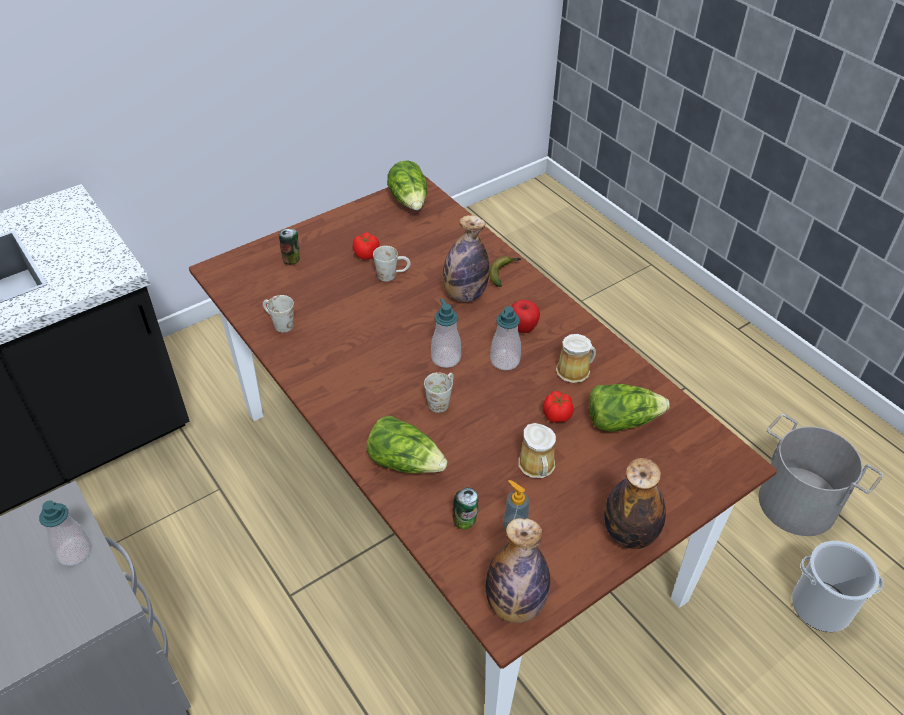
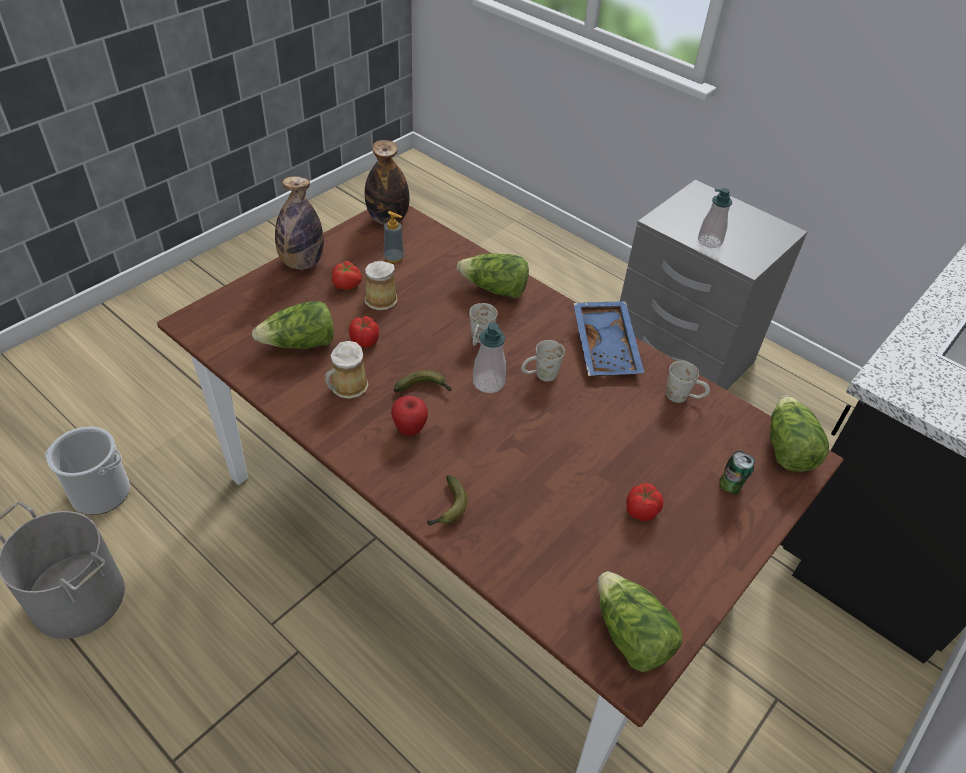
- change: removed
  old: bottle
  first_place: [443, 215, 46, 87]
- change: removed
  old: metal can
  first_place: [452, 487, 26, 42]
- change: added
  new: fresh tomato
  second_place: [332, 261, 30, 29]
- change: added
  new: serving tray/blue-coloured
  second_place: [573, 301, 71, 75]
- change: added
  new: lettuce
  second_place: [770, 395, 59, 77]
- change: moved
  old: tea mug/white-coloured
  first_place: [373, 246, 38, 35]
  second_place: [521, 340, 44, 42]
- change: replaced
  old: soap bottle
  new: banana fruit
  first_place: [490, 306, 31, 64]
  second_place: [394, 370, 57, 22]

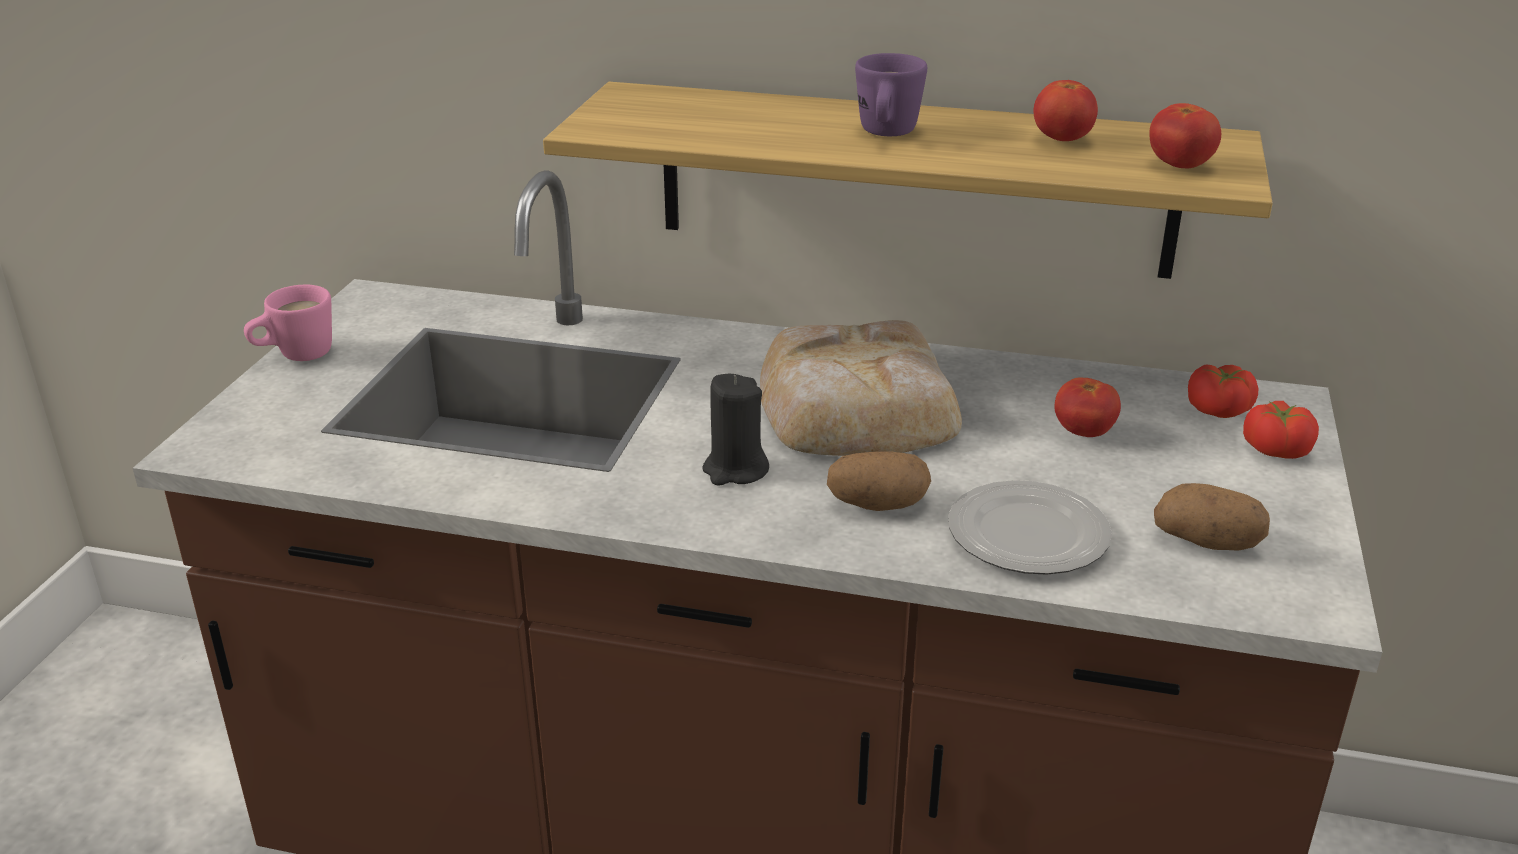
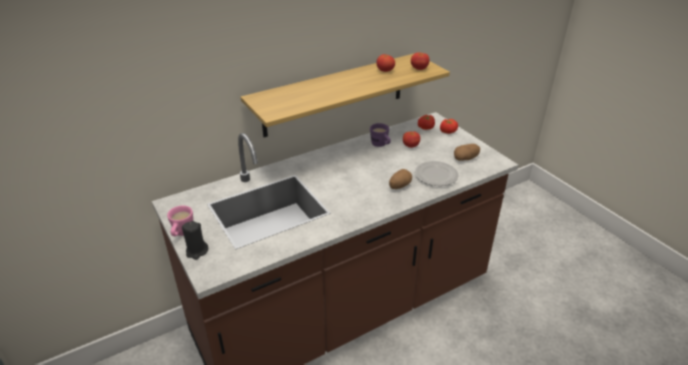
- change: removed
  old: baked bread
  first_place: [760, 320, 202, 136]
- change: moved
  old: candle/black
  first_place: [702, 374, 67, 112]
  second_place: [182, 221, 26, 39]
- change: moved
  old: tea mug/purple
  first_place: [855, 53, 72, 83]
  second_place: [370, 123, 21, 24]

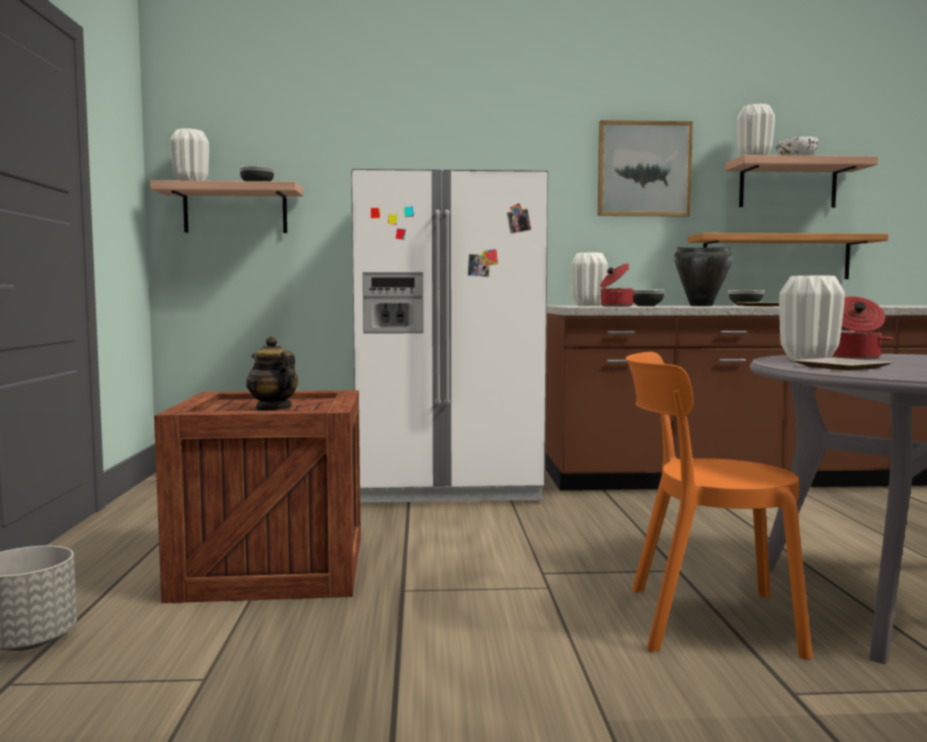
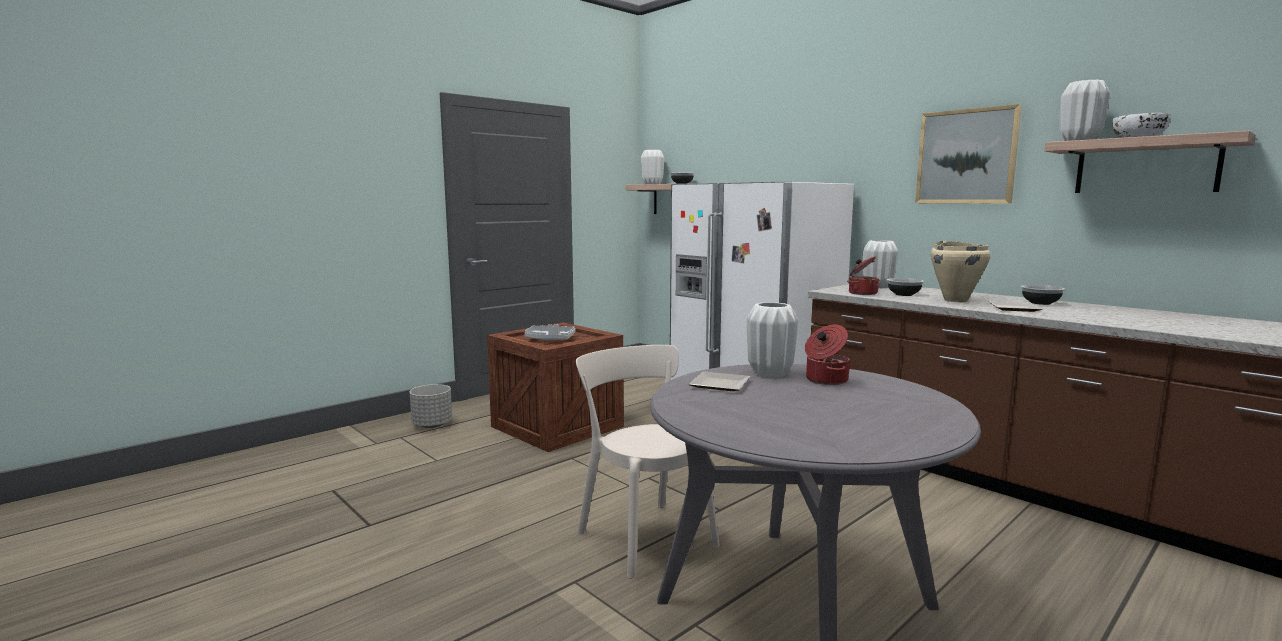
- change: removed
  old: bracket shelf
  first_place: [688, 233, 201, 46]
- change: replaced
  old: tea pot
  new: serving tray/greyish
  first_place: [246, 336, 52, 75]
  second_place: [524, 324, 51, 16]
- change: recoloured
  old: chair/orangey
  new: chair/sand-coloured
  first_place: [626, 352, 187, 308]
  second_place: [576, 345, 144, 234]
- change: recoloured
  old: cooking pot/black
  new: cooking pot/sand-coloured
  first_place: [674, 247, 59, 59]
  second_place: [931, 241, 60, 61]

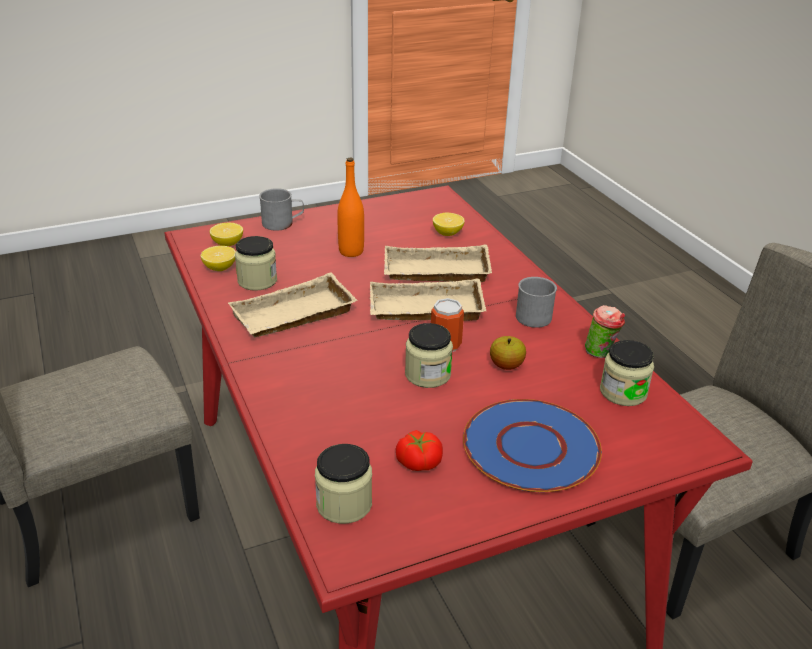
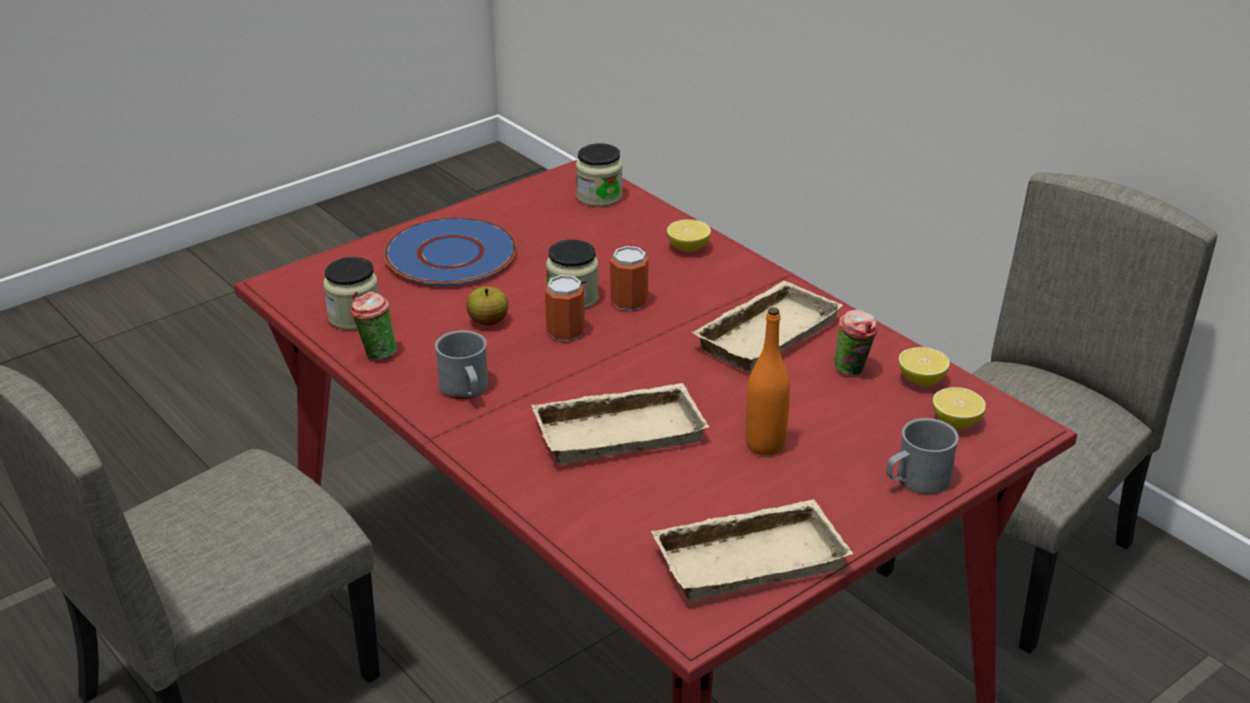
- change: removed
  old: fresh tomato
  first_place: [395, 430, 48, 41]
- change: added
  new: metal can
  second_place: [610, 246, 38, 65]
- change: moved
  old: serving tray/sand-coloured
  first_place: [370, 279, 116, 42]
  second_place: [651, 499, 202, 102]
- change: moved
  old: lemon
  first_place: [433, 213, 32, 23]
  second_place: [667, 219, 44, 33]
- change: replaced
  old: preserve jar
  new: drinking cup
  first_place: [235, 236, 42, 55]
  second_place: [834, 310, 44, 65]

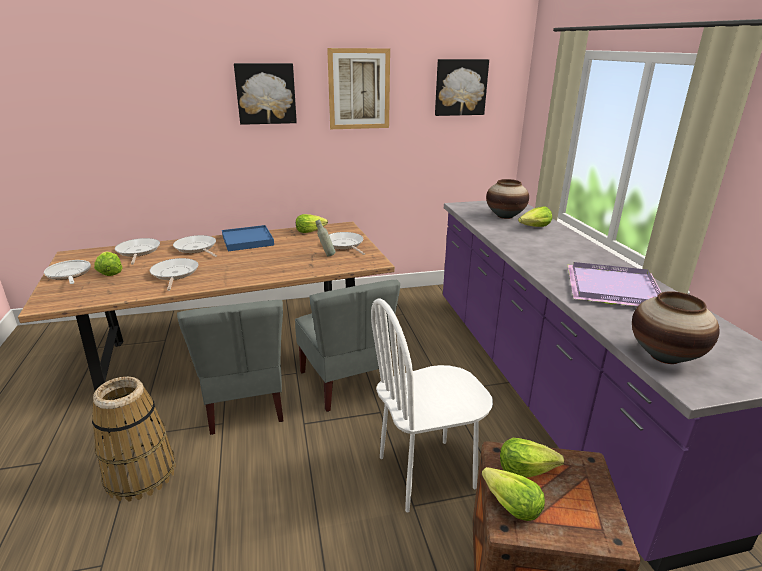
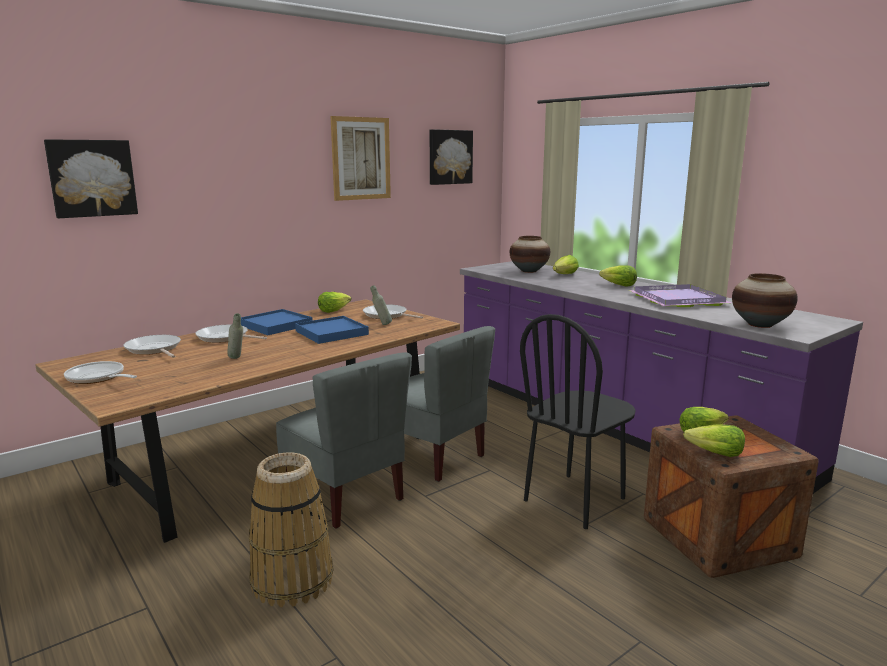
- change: added
  new: serving tray/blue-coloured
  second_place: [295, 316, 74, 28]
- change: moved
  old: lettuce
  first_place: [94, 251, 28, 25]
  second_place: [599, 265, 38, 22]
- change: moved
  old: wall picture
  first_place: [234, 63, 63, 62]
  second_place: [44, 139, 94, 79]
- change: replaced
  old: frying pan
  new: bottle/greyish
  first_place: [150, 258, 48, 33]
  second_place: [227, 313, 16, 46]
- change: recoloured
  old: chair/white-coloured
  new: chair/black
  first_place: [371, 298, 122, 215]
  second_place: [520, 314, 116, 215]

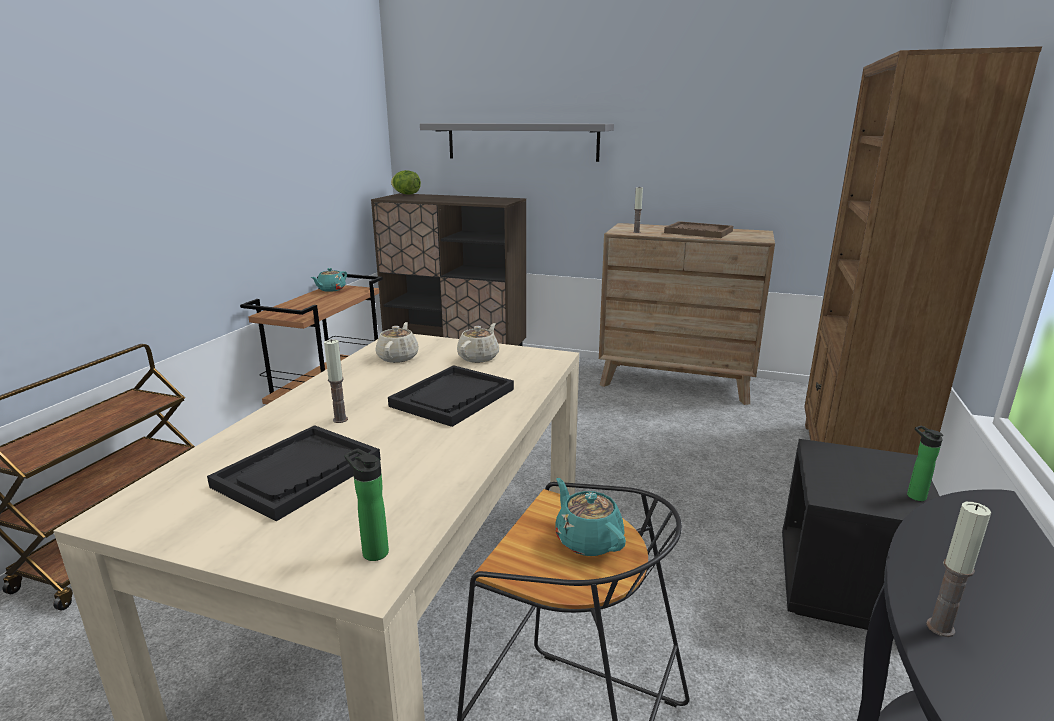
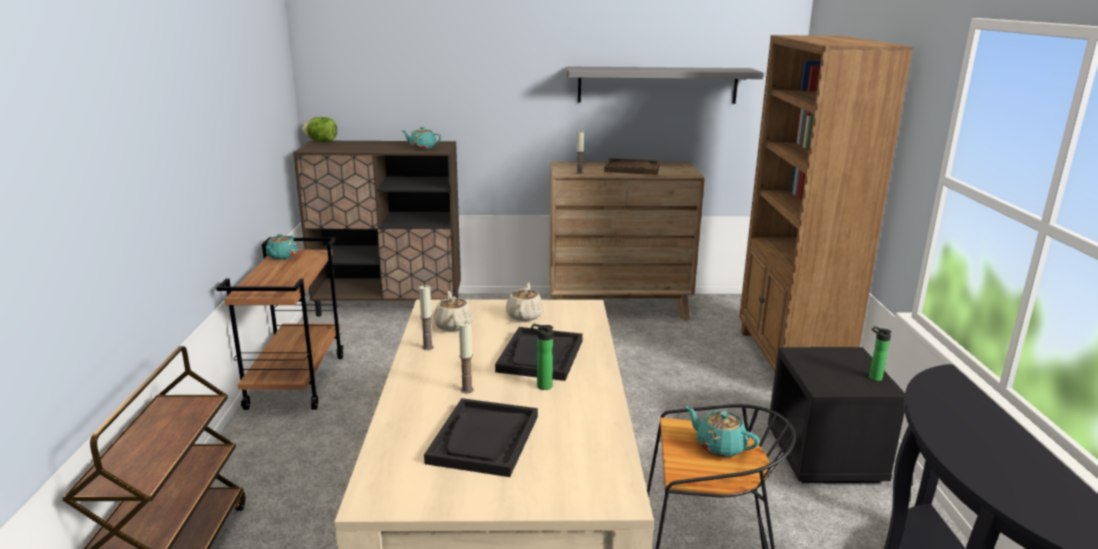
- change: added
  new: tea pot/turquoise-coloured
  second_place: [401, 127, 40, 22]
- change: moved
  old: bottle
  first_place: [344, 448, 45, 113]
  second_place: [531, 324, 23, 66]
- change: moved
  old: bracket shelf/greyish
  first_place: [420, 123, 194, 39]
  second_place: [565, 66, 198, 38]
- change: moved
  old: candle
  first_place: [926, 502, 65, 135]
  second_place: [419, 285, 15, 65]

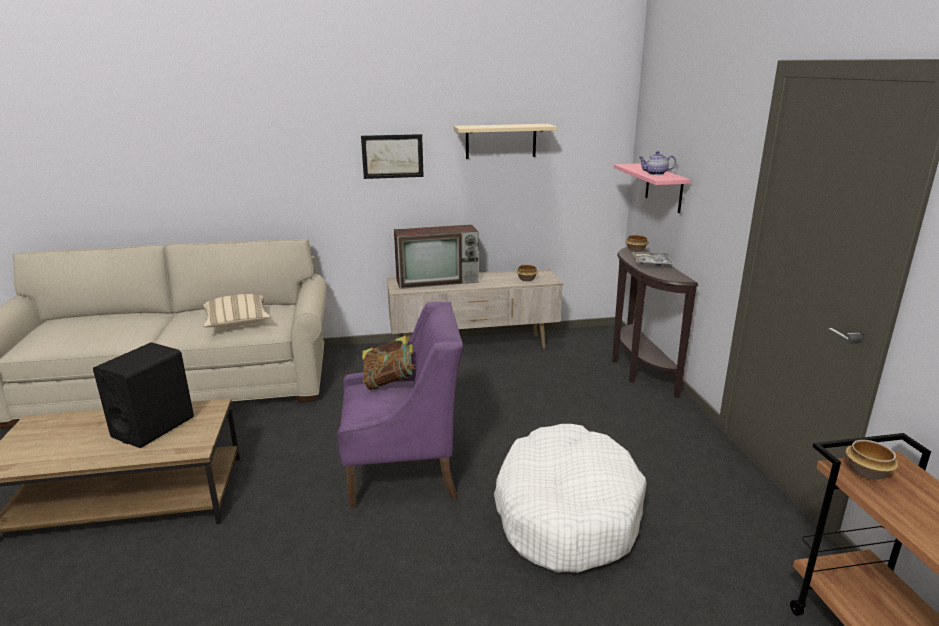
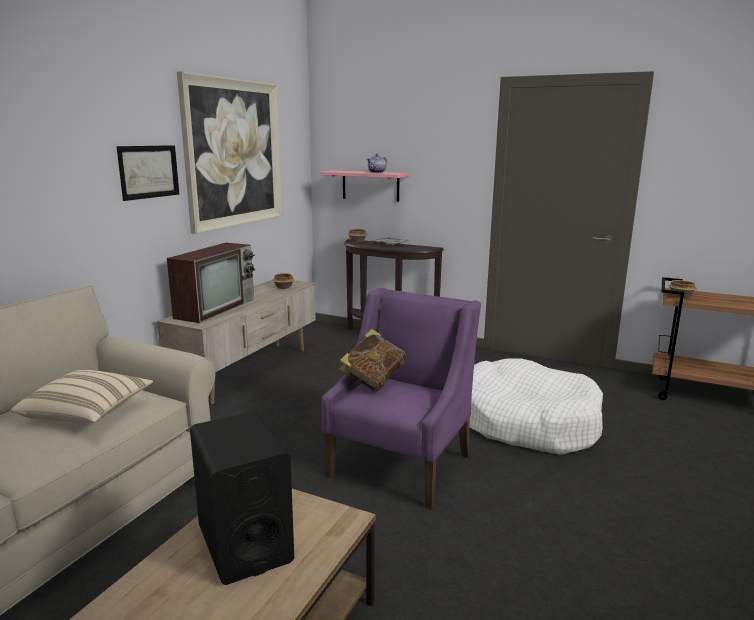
- change: replaced
  old: bracket shelf/sand-coloured
  new: wall picture
  first_place: [454, 124, 103, 35]
  second_place: [177, 71, 105, 163]

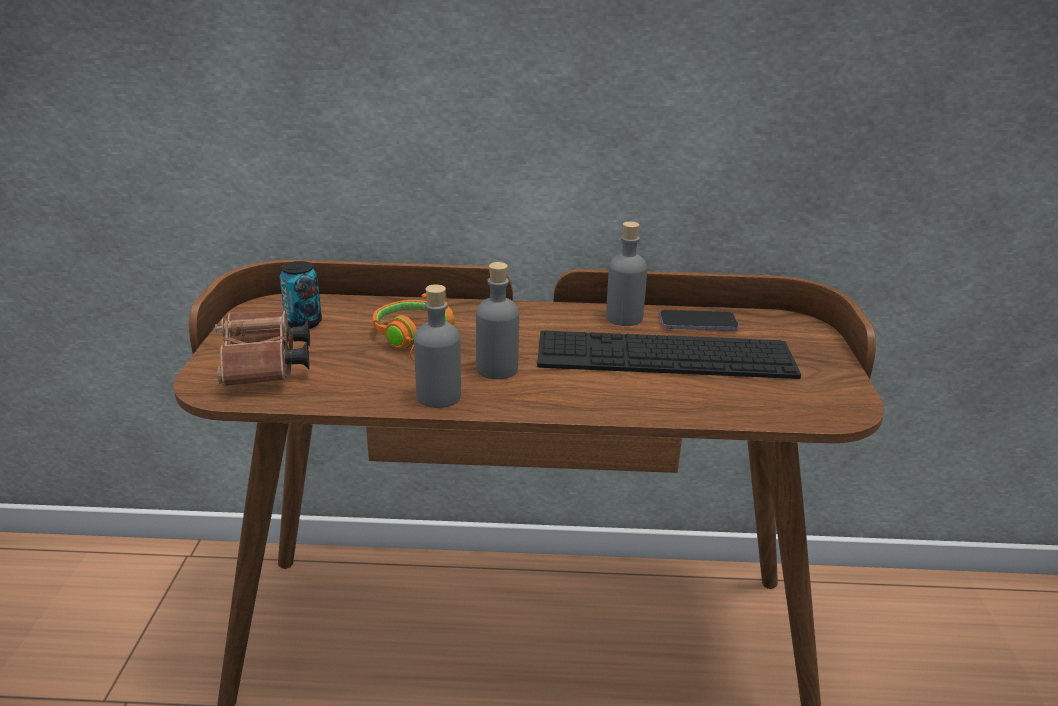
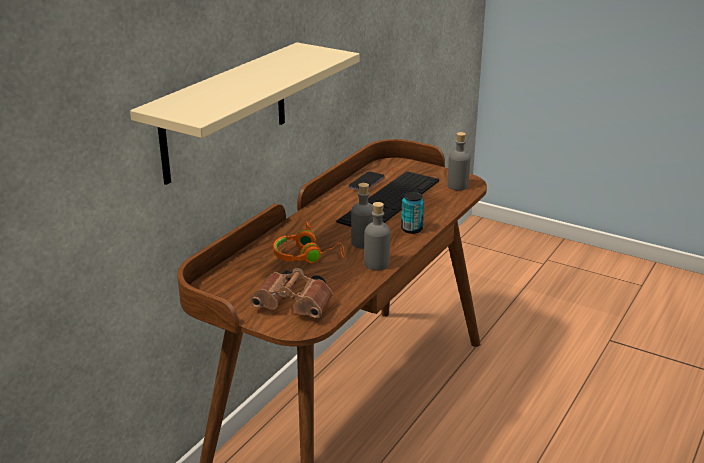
- change: added
  new: bracket shelf/sand-coloured
  second_place: [130, 42, 229, 143]
- change: moved
  old: metal can
  first_place: [279, 261, 43, 68]
  second_place: [401, 192, 23, 42]
- change: moved
  old: bottle/greyish
  first_place: [606, 221, 41, 105]
  second_place: [447, 132, 23, 58]

